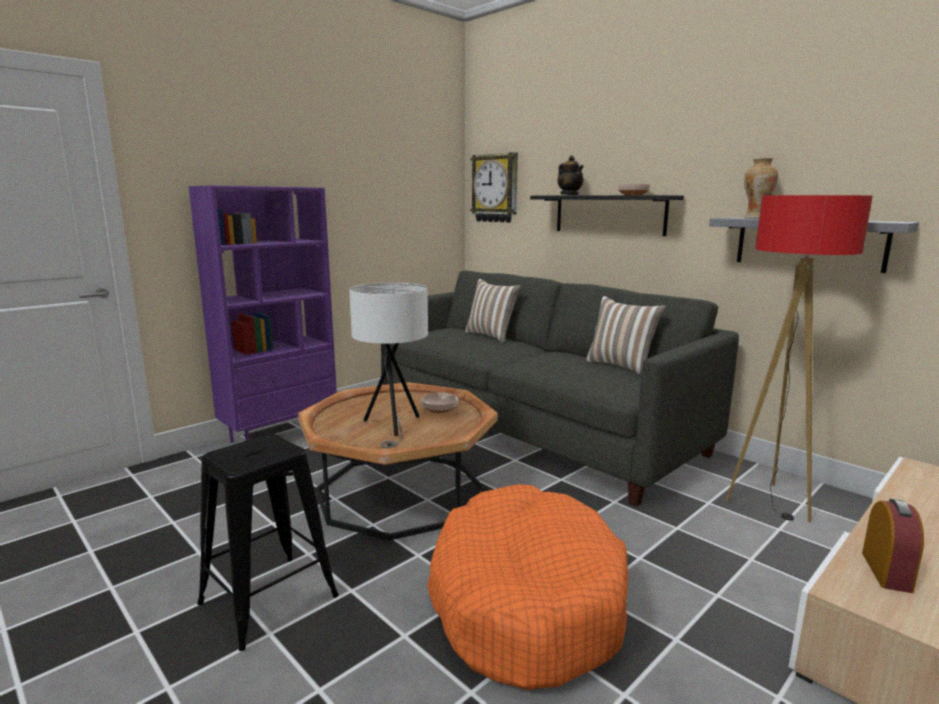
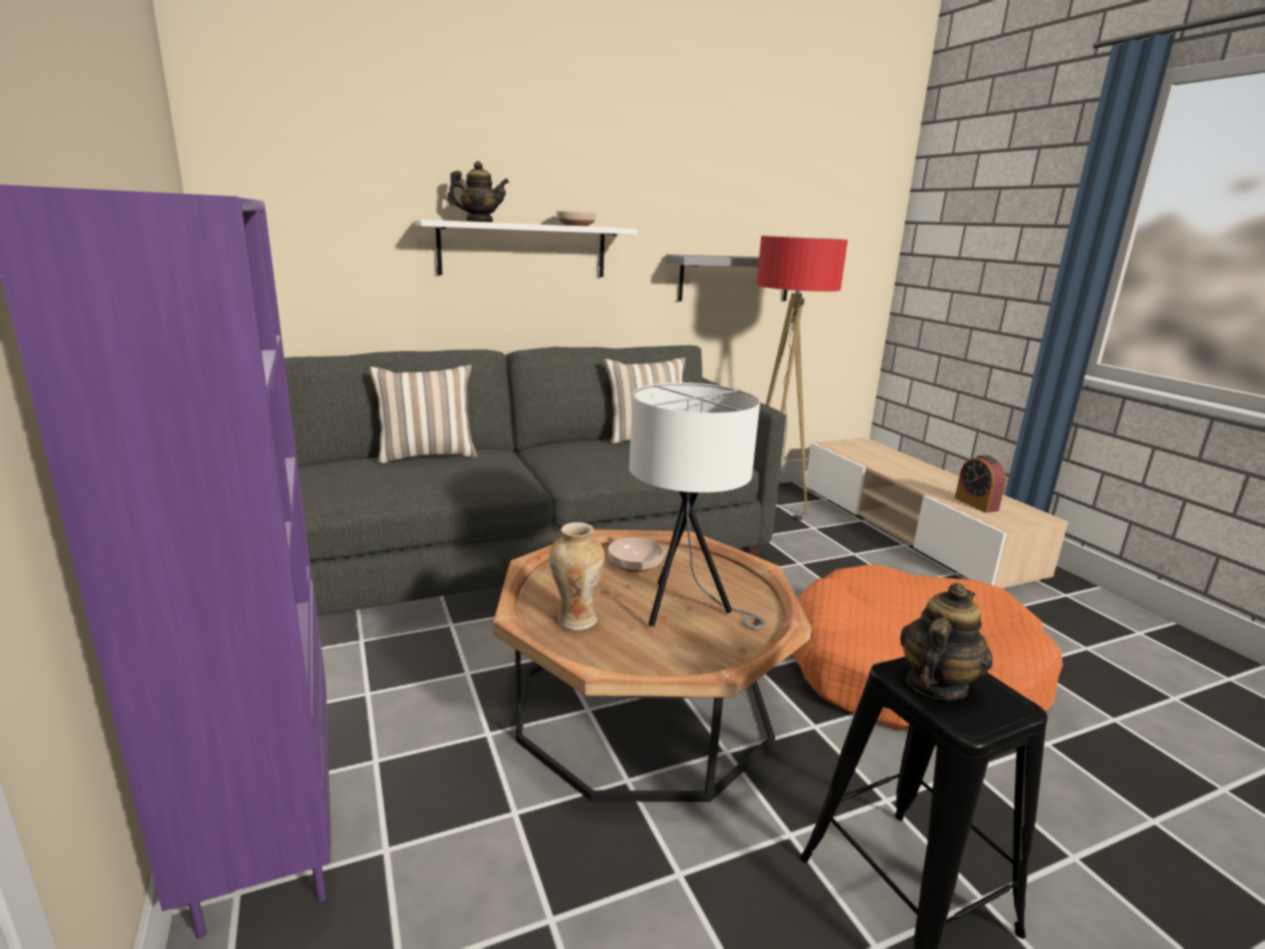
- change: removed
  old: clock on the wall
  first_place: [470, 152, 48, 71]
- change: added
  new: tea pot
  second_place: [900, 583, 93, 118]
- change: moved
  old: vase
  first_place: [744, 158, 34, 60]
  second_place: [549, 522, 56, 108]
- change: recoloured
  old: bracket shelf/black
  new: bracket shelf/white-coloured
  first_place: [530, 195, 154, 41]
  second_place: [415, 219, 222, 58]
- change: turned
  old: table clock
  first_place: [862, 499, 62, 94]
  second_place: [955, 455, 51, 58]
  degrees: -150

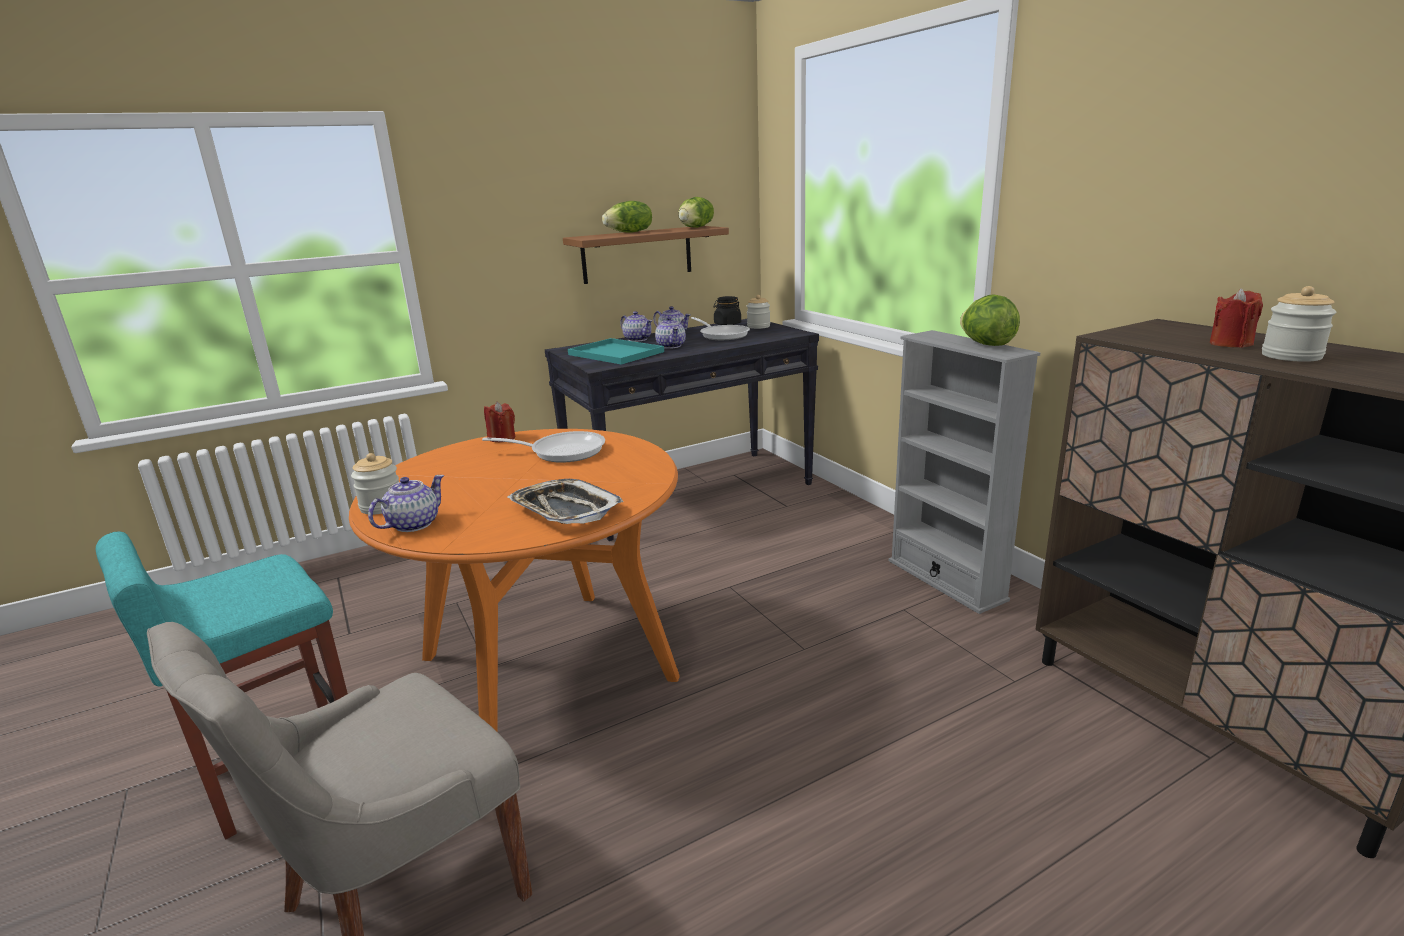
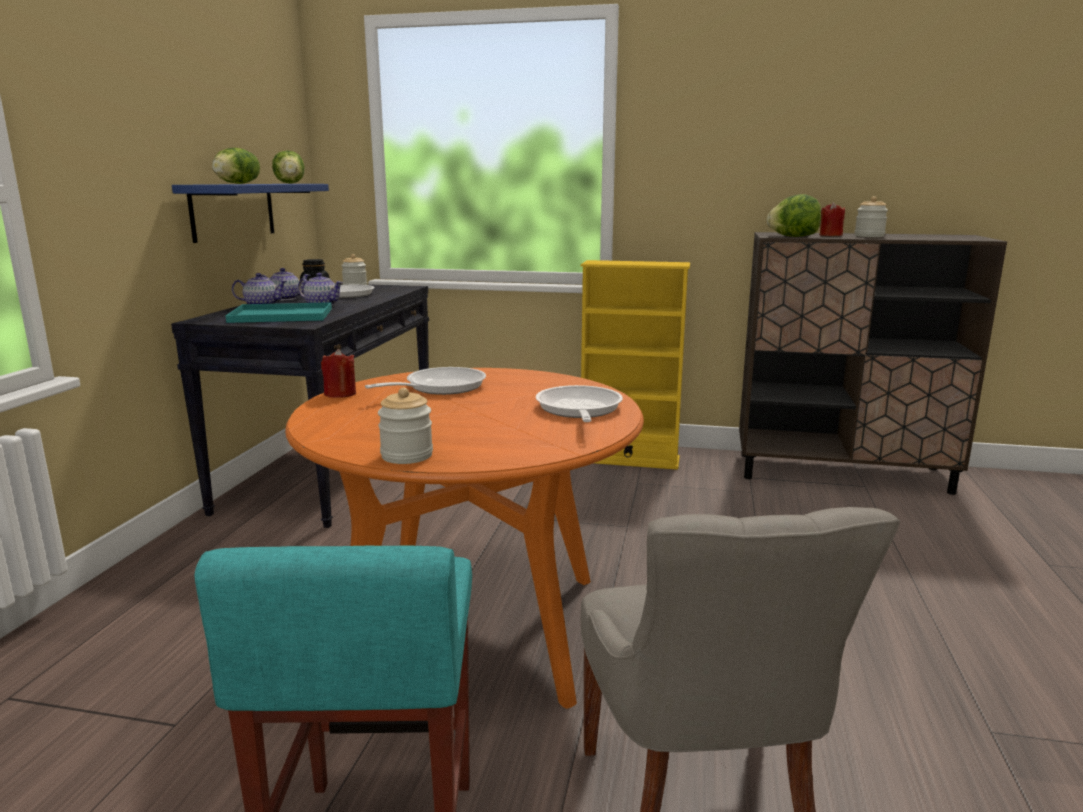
- change: removed
  old: tea pot
  first_place: [368, 475, 76, 57]
- change: moved
  old: lettuce
  first_place: [960, 294, 60, 52]
  second_place: [767, 194, 54, 43]
- change: replaced
  old: serving tray
  new: frying pan
  first_place: [508, 479, 116, 45]
  second_place: [536, 385, 87, 37]
- change: recoloured
  old: bracket shelf/brownish
  new: bracket shelf/blue-coloured
  first_place: [563, 226, 166, 58]
  second_place: [172, 184, 157, 59]
- change: recoloured
  old: bookshelf/greyish
  new: bookshelf/yellow
  first_place: [889, 330, 151, 284]
  second_place: [581, 260, 109, 210]

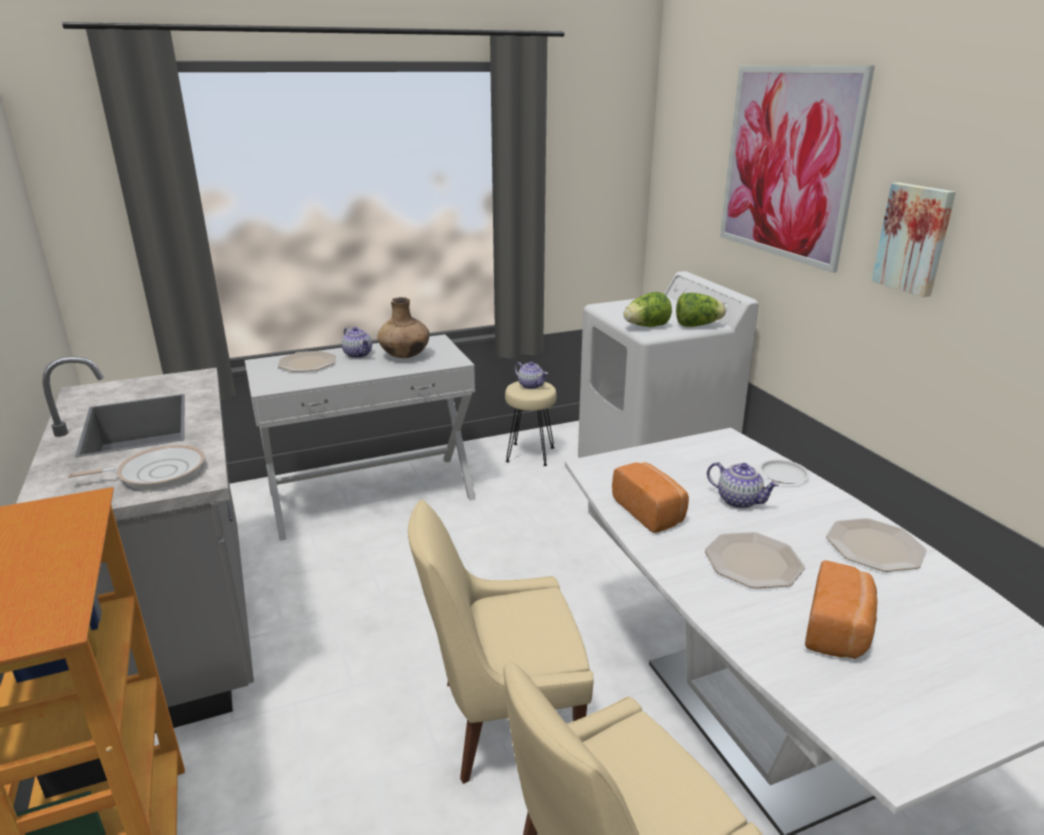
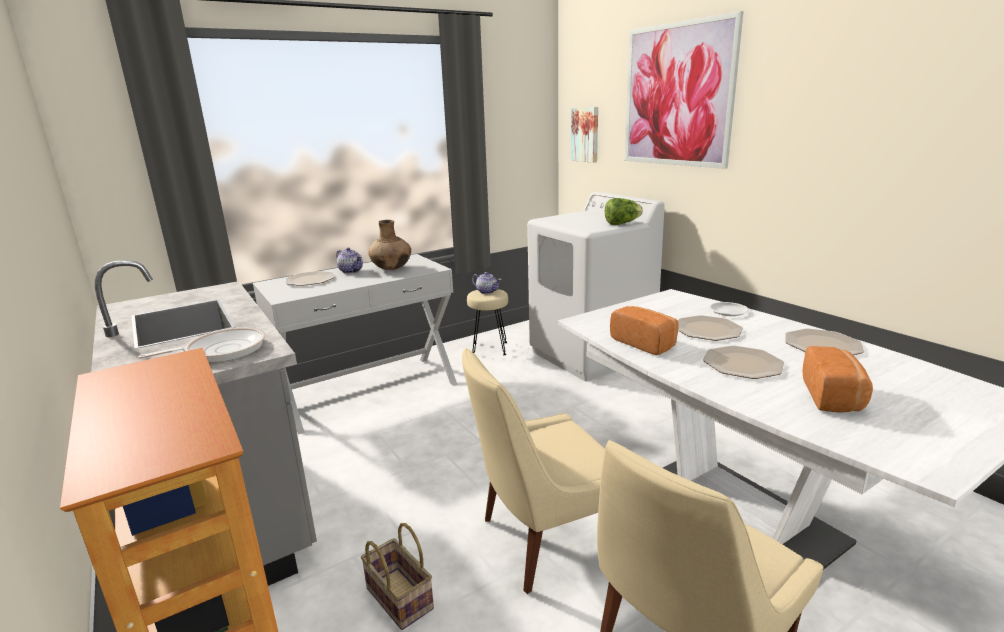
- change: removed
  old: lettuce
  first_place: [623, 292, 49, 35]
- change: added
  new: basket
  second_place: [361, 523, 73, 107]
- change: moved
  old: wall picture
  first_place: [872, 182, 84, 115]
  second_place: [571, 107, 27, 56]
- change: replaced
  old: tea pot
  new: flat dish
  first_place: [707, 462, 73, 47]
  second_place: [678, 315, 65, 26]

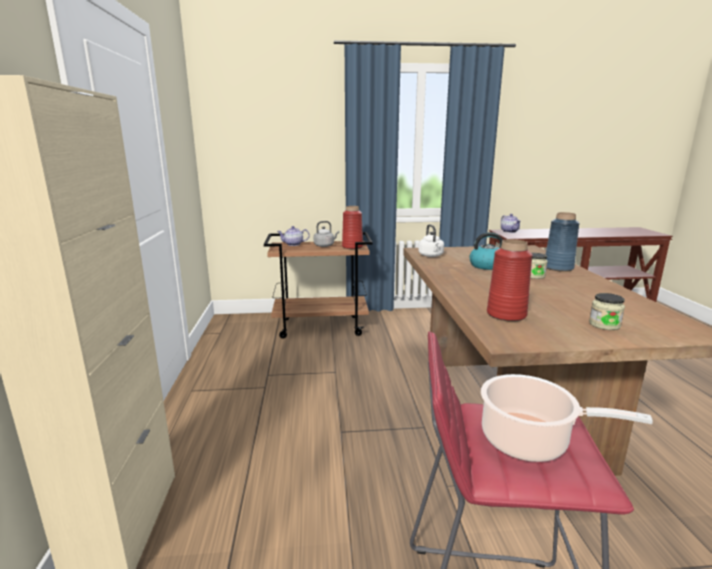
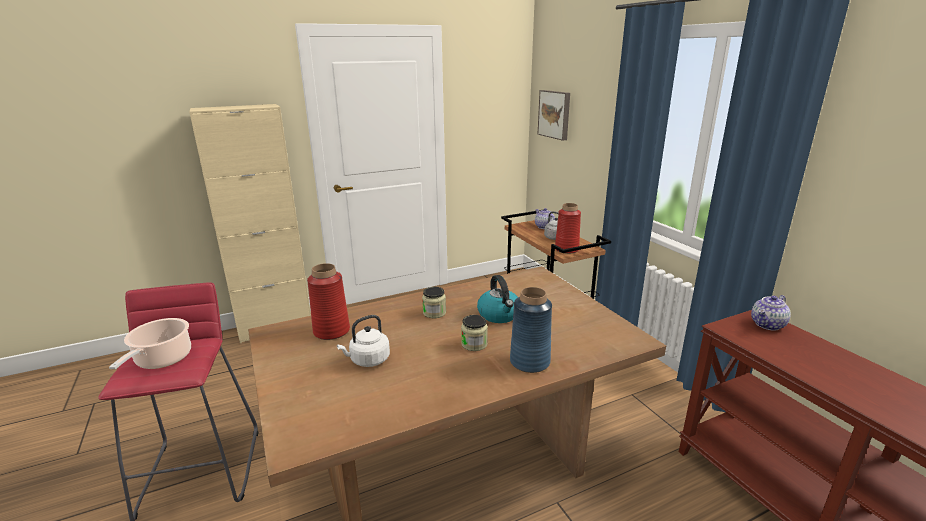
- change: added
  new: wall picture
  second_place: [538, 90, 32, 51]
- change: moved
  old: tea kettle/white-coloured
  first_place: [418, 224, 26, 33]
  second_place: [337, 315, 53, 52]
- change: moved
  old: preserve jar
  first_place: [589, 293, 36, 37]
  second_place: [422, 287, 24, 31]

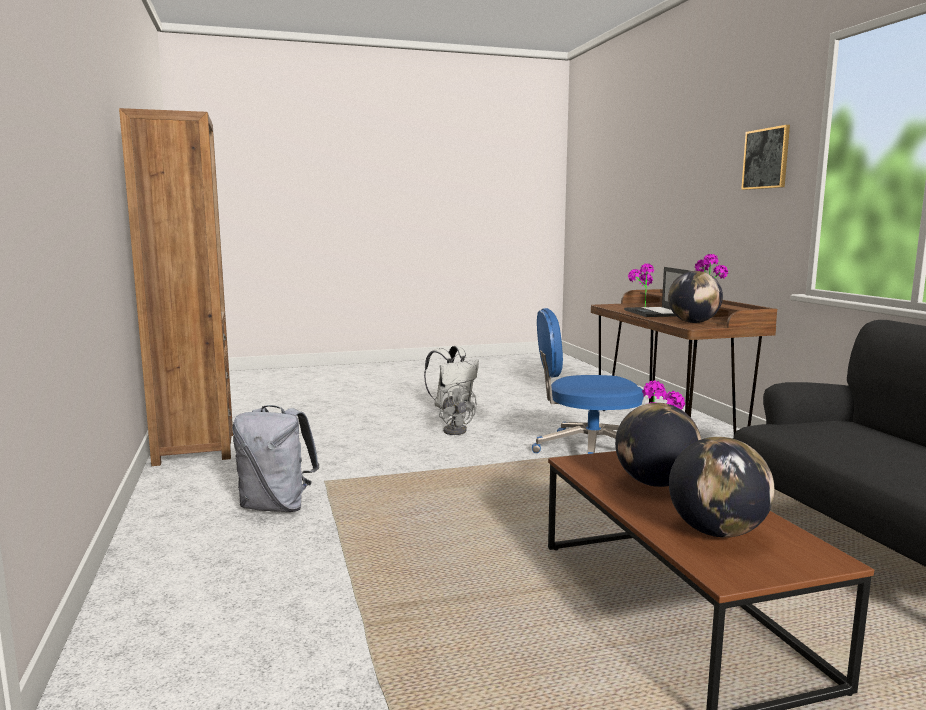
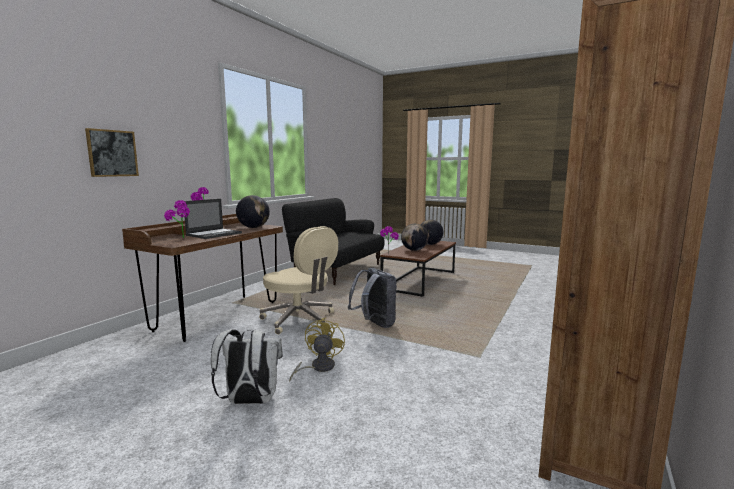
- change: moved
  old: rucksack/greyish
  first_place: [232, 405, 88, 107]
  second_place: [348, 268, 49, 60]
- change: moved
  old: wall picture
  first_place: [741, 125, 49, 65]
  second_place: [85, 128, 54, 49]
- change: recoloured
  old: cooling fan/greyish
  new: cooling fan/yellow
  first_place: [439, 383, 38, 52]
  second_place: [289, 317, 56, 64]
- change: recoloured
  old: desk chair/blue-coloured
  new: desk chair/sand-coloured
  first_place: [532, 308, 112, 146]
  second_place: [259, 226, 79, 109]

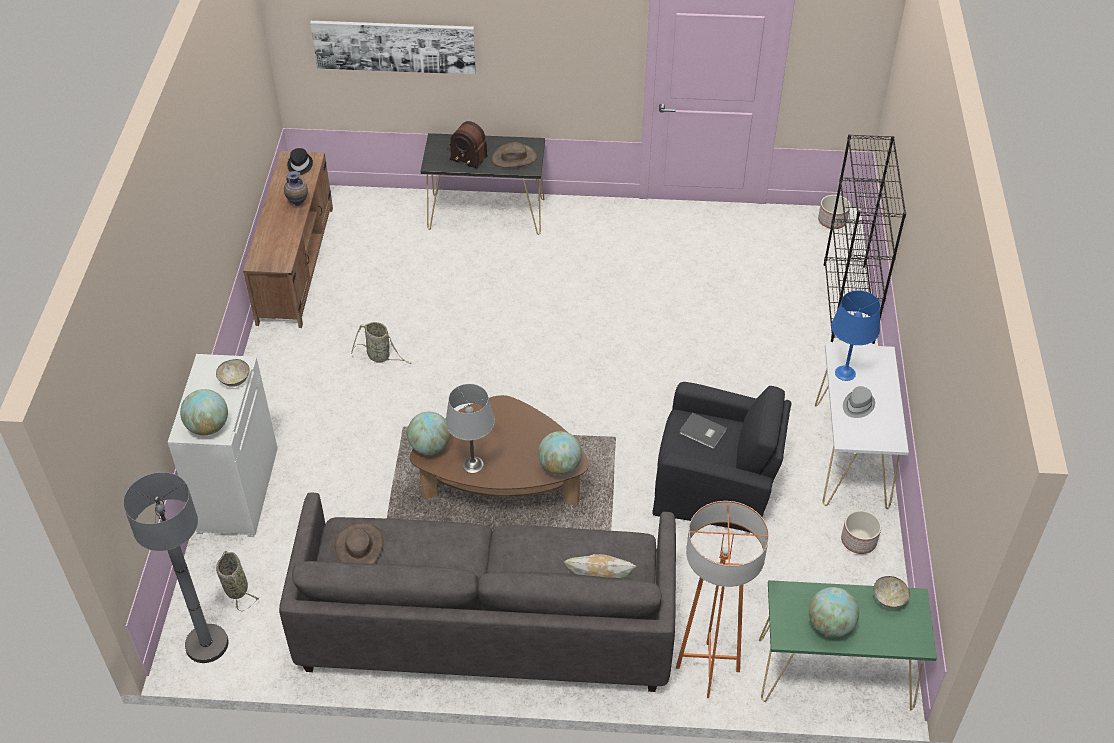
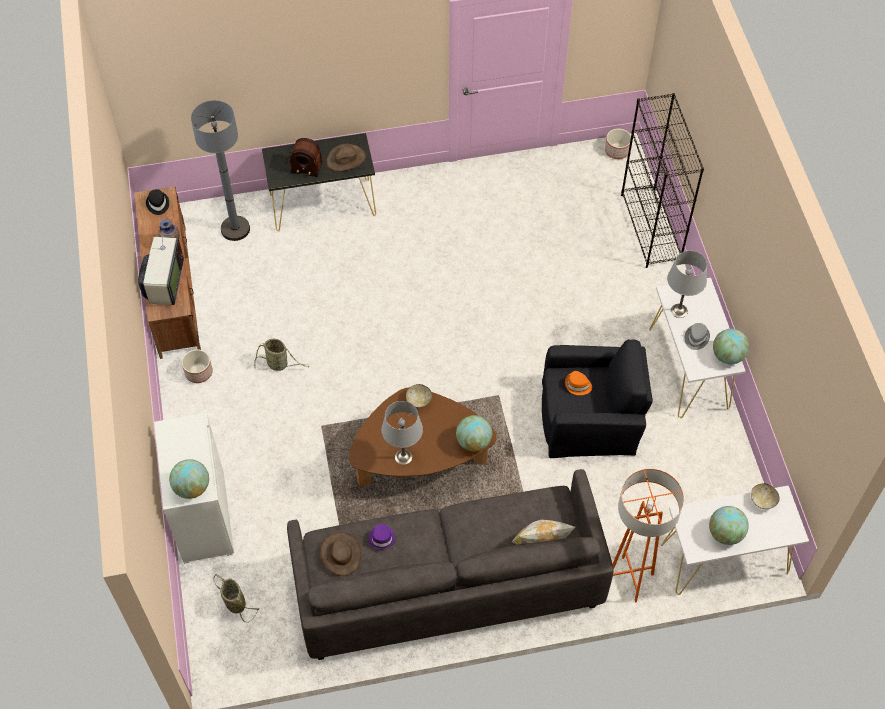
- change: removed
  old: wall picture
  first_place: [310, 21, 166, 54]
- change: added
  new: TV set
  second_place: [138, 223, 46, 82]
- change: added
  new: clothing hat/purple
  second_place: [369, 524, 26, 25]
- change: moved
  old: floor lamp/greyish
  first_place: [123, 472, 106, 191]
  second_place: [191, 100, 59, 141]
- change: moved
  old: serving bowl
  first_place: [216, 359, 34, 28]
  second_place: [406, 384, 26, 24]
- change: moved
  old: globe
  first_place: [407, 412, 43, 43]
  second_place: [713, 329, 36, 35]
- change: moved
  old: plant pot
  first_place: [841, 510, 40, 44]
  second_place: [182, 349, 31, 34]
- change: replaced
  old: bound book/greyish
  new: clothing hat/orangey
  first_place: [679, 413, 48, 36]
  second_place: [565, 371, 27, 24]
- change: recoloured
  old: narrow table/green-coloured
  new: narrow table/white-coloured
  first_place: [759, 580, 178, 130]
  second_place: [661, 486, 148, 109]
- change: recoloured
  old: lamp for a table/blue-coloured
  new: lamp for a table/greyish
  first_place: [831, 290, 49, 91]
  second_place: [667, 251, 40, 67]

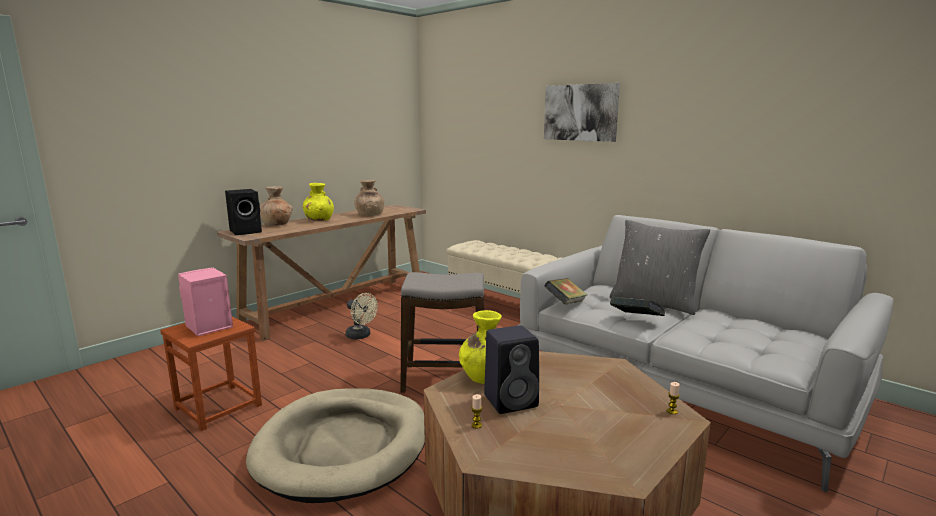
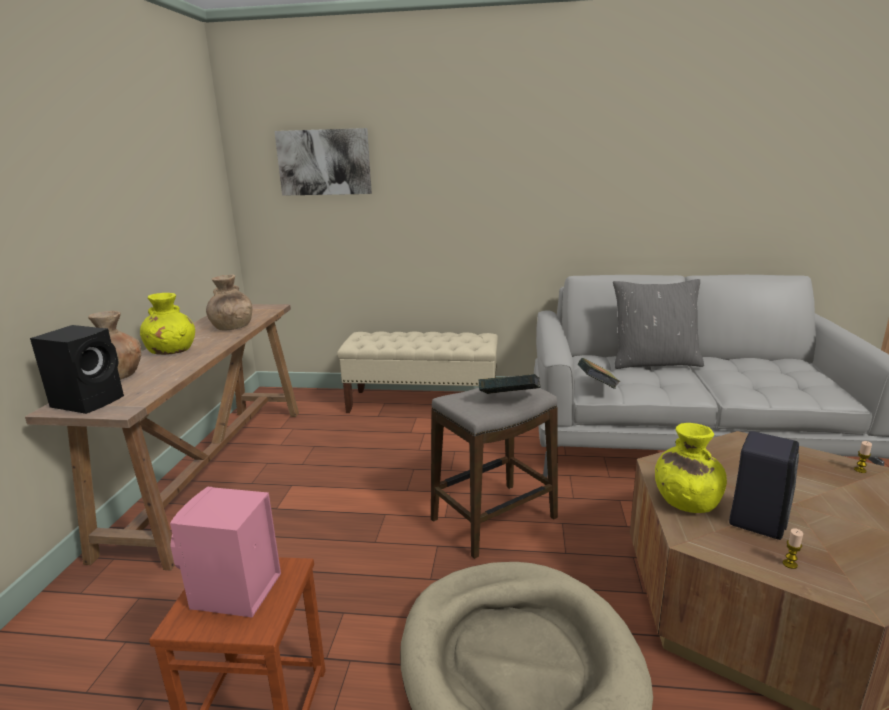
- change: removed
  old: cooling fan/sand-coloured
  first_place: [345, 293, 33, 47]
- change: moved
  old: wall picture
  first_place: [544, 83, 76, 59]
  second_place: [275, 128, 97, 68]
- change: moved
  old: bound book
  first_place: [610, 297, 56, 19]
  second_place: [478, 374, 63, 20]

